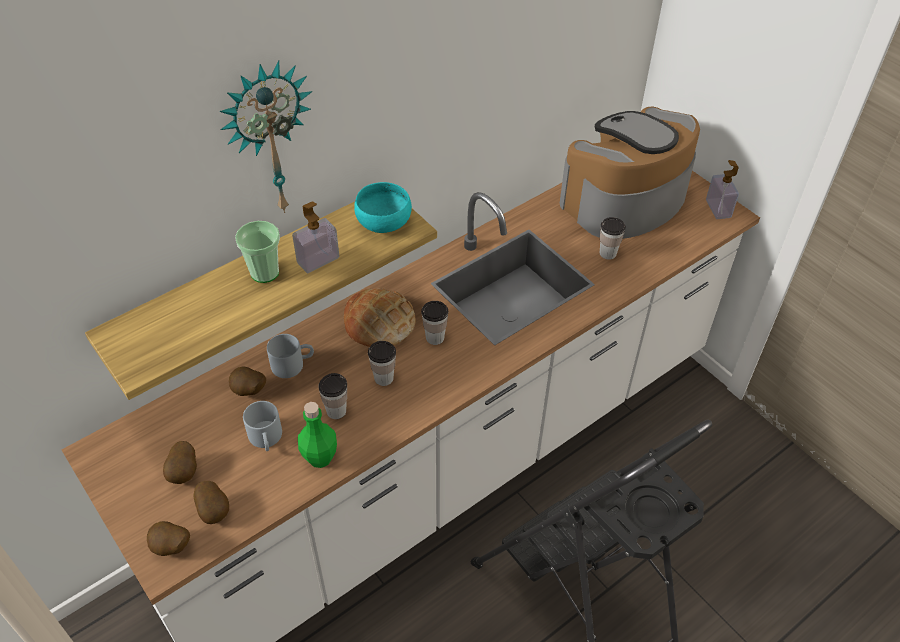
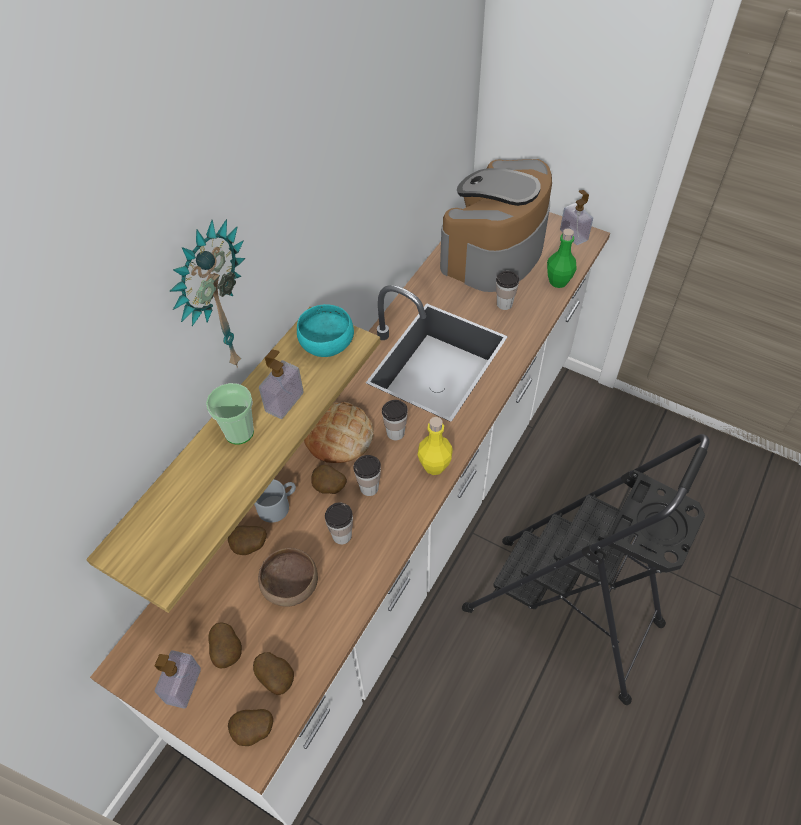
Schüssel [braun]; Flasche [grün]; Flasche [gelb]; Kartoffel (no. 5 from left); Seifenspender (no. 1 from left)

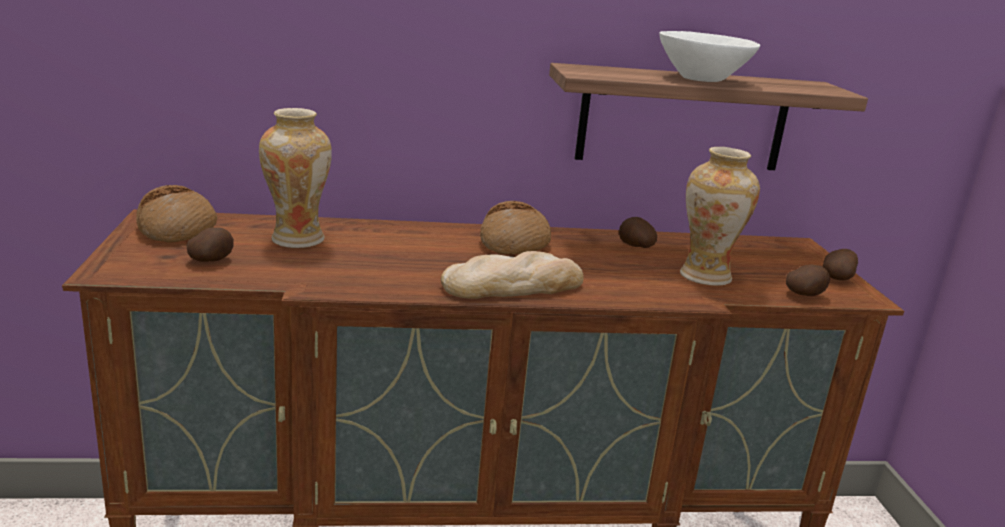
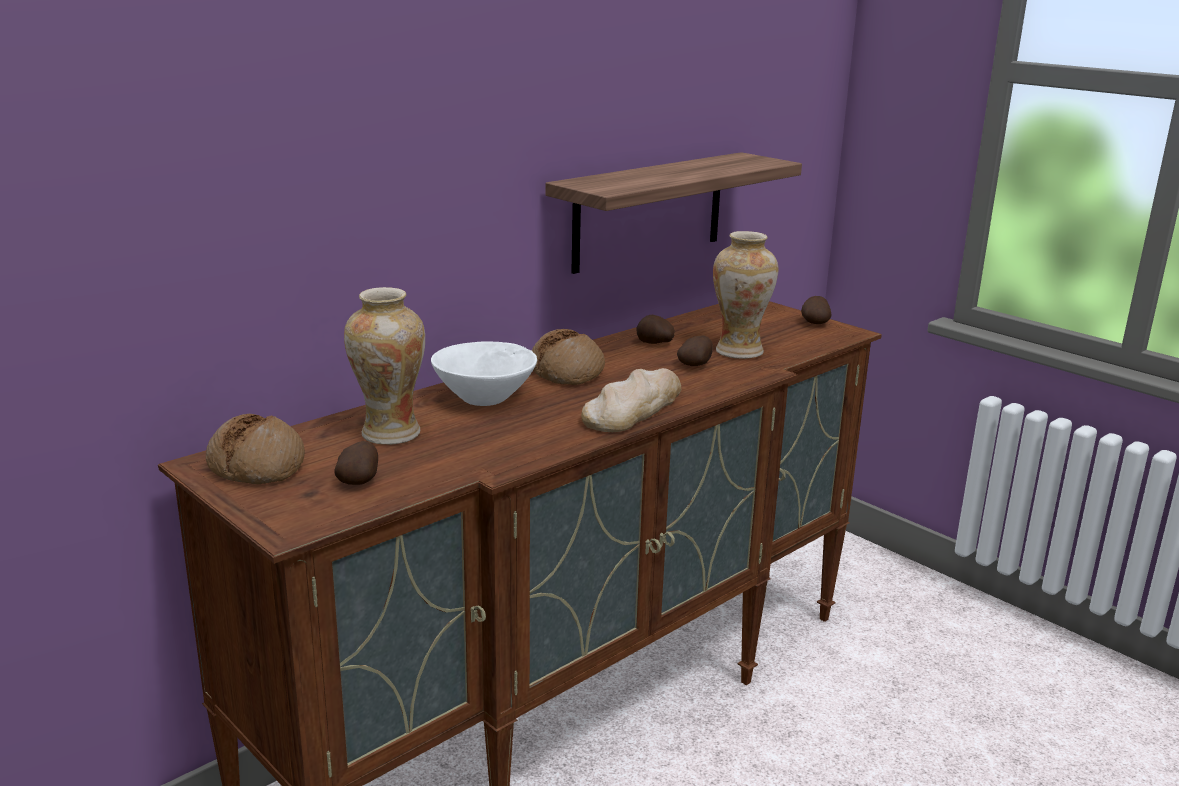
Schüssel [weiß]; Kartoffel (no. 3 from left)

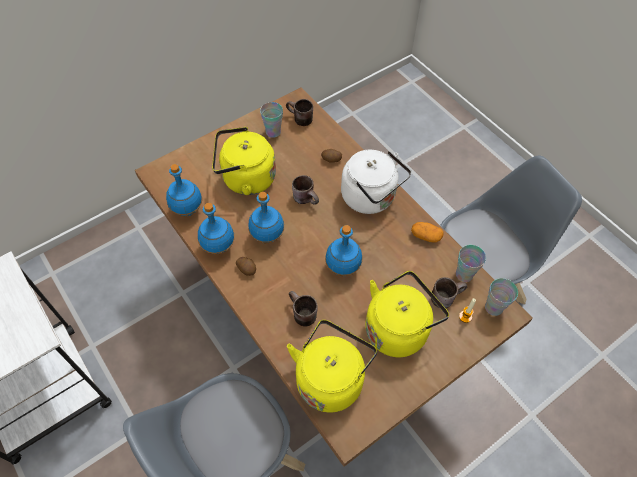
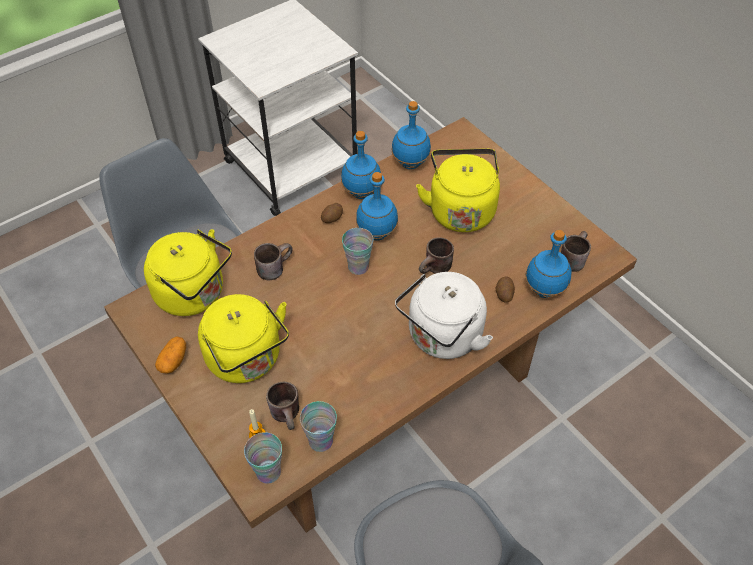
Tasse (no. 3 from left); Kartoffel (no. 1 from left); Flasche [blau] (no. 4 from left)

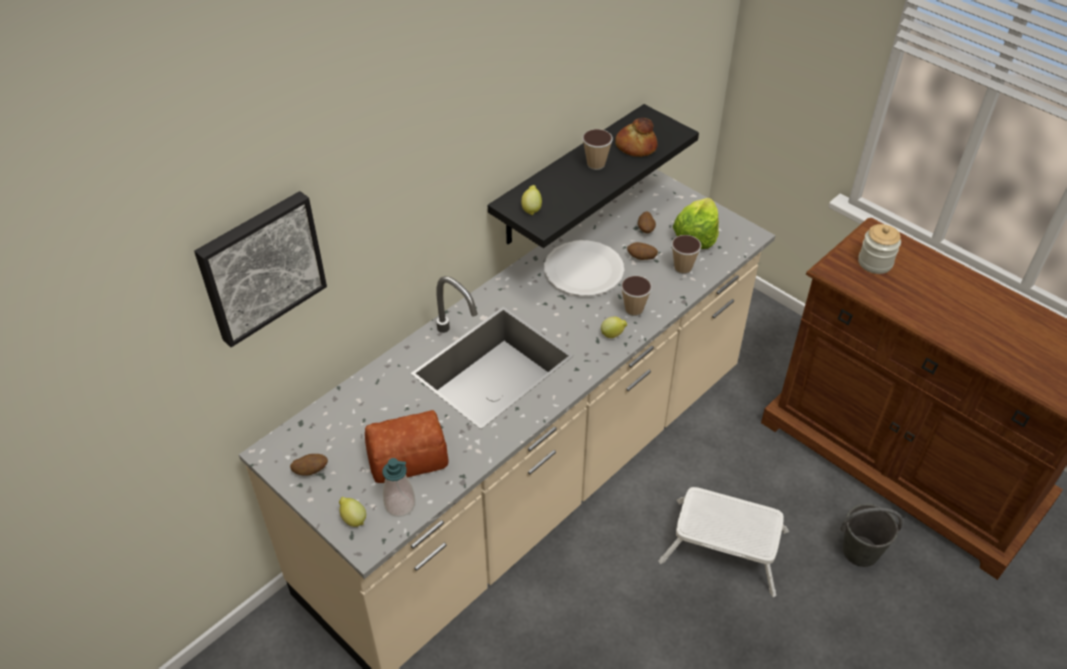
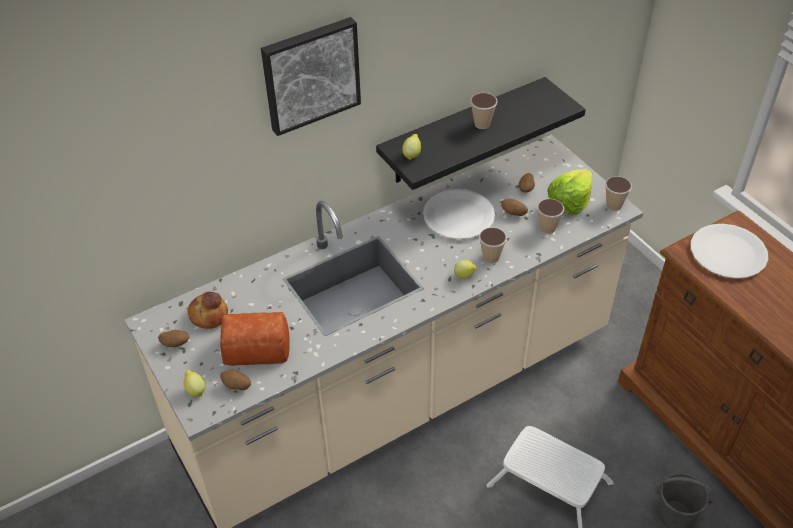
Brot (no. 1 from left); Bild; Teller [weiß] (no. 2 from left); Kartoffel (no. 2 from left); Tasse (no. 4 from left)

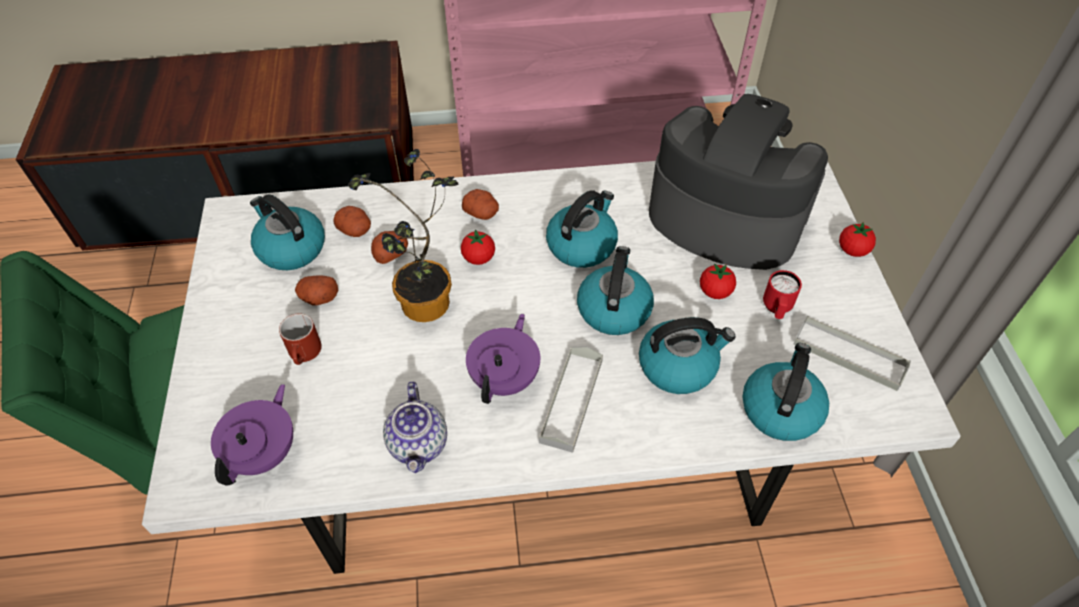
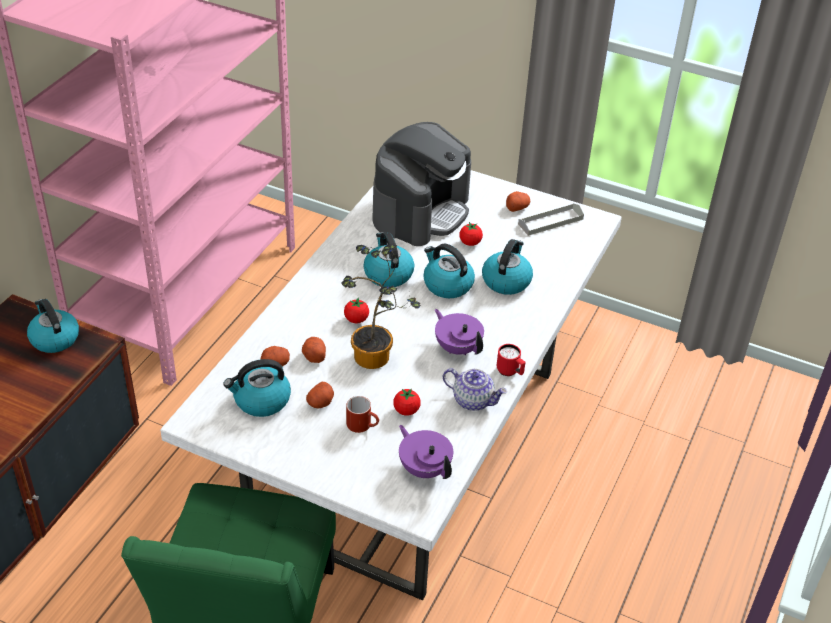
Kaffeemaschine; Kartoffel (no. 4 from left); Tomate (no. 2 from left); Henkelbecher [rot] (no. 2 from left); Wasserkessel (no. 1 from left); Tablett [grau] (no. 1 from left in the first image)

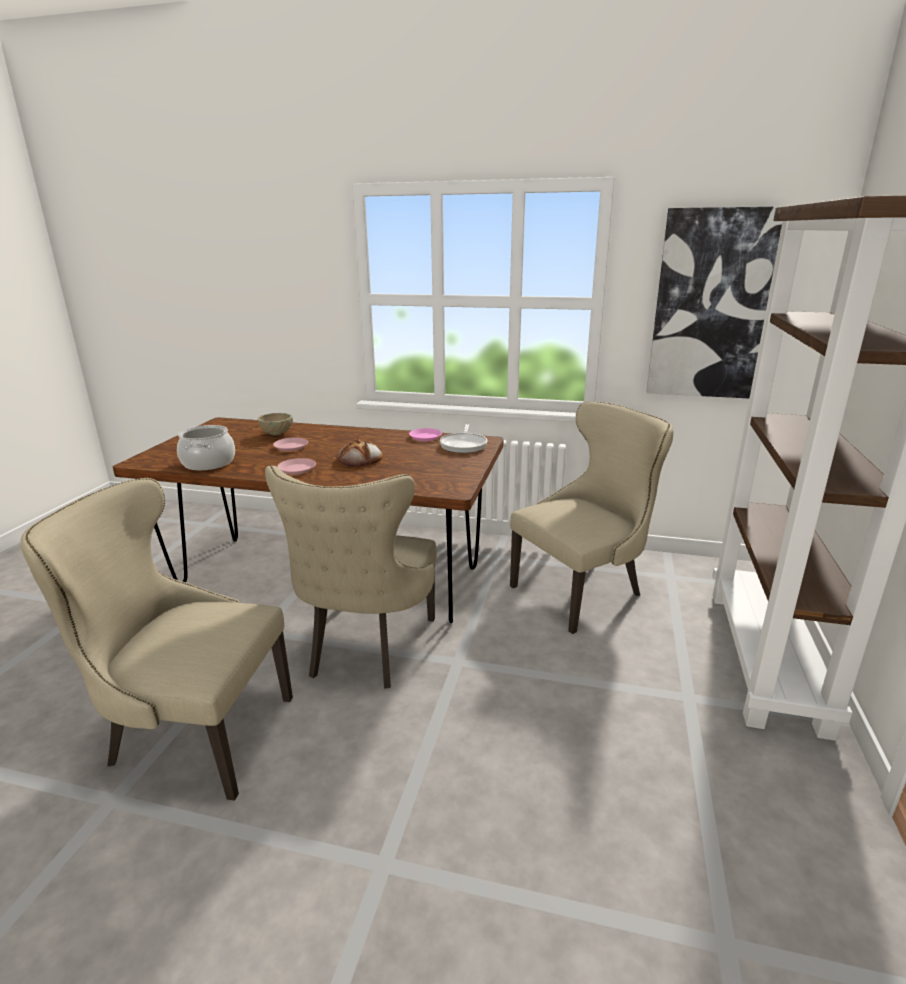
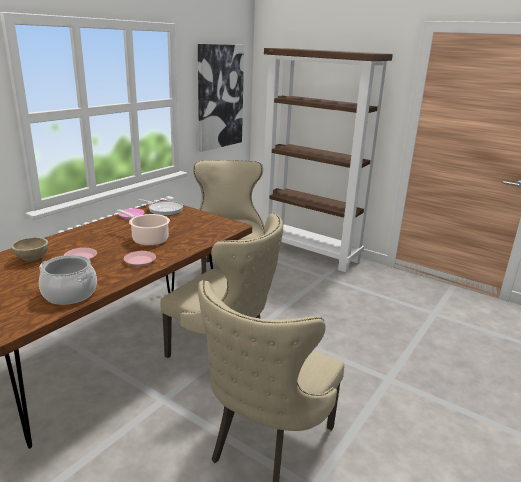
Kochtopf (no. 2 from left)

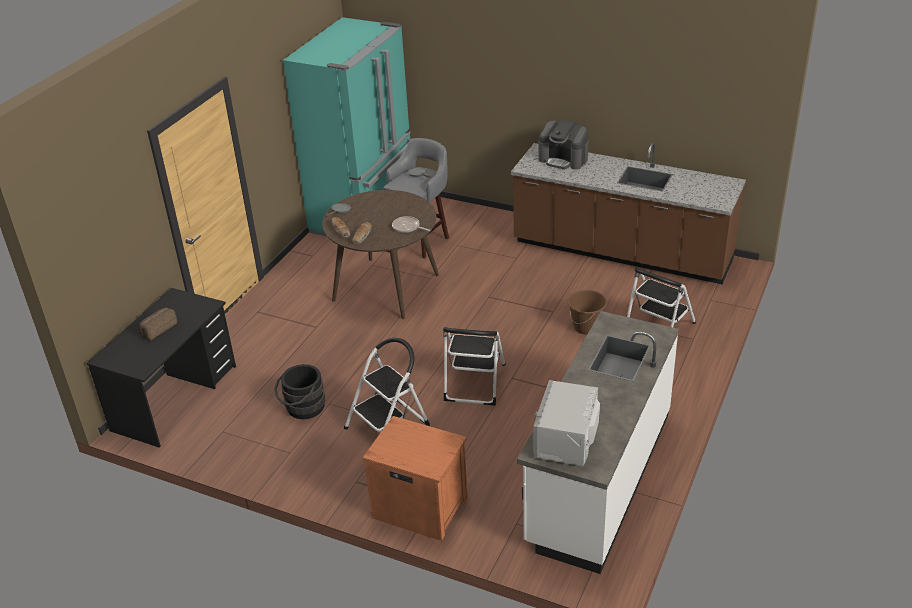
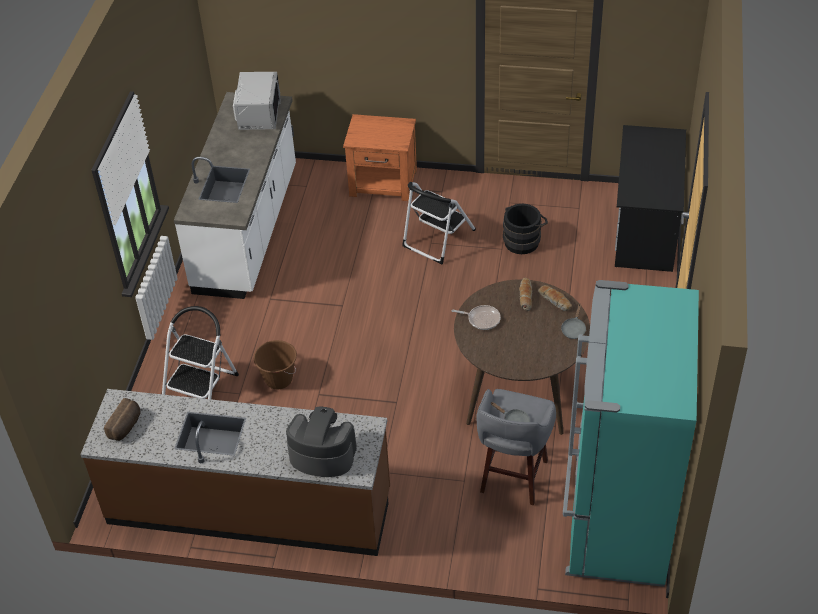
Brot (no. 1 from left); Trittleiter (no. 2 from left in the first image)

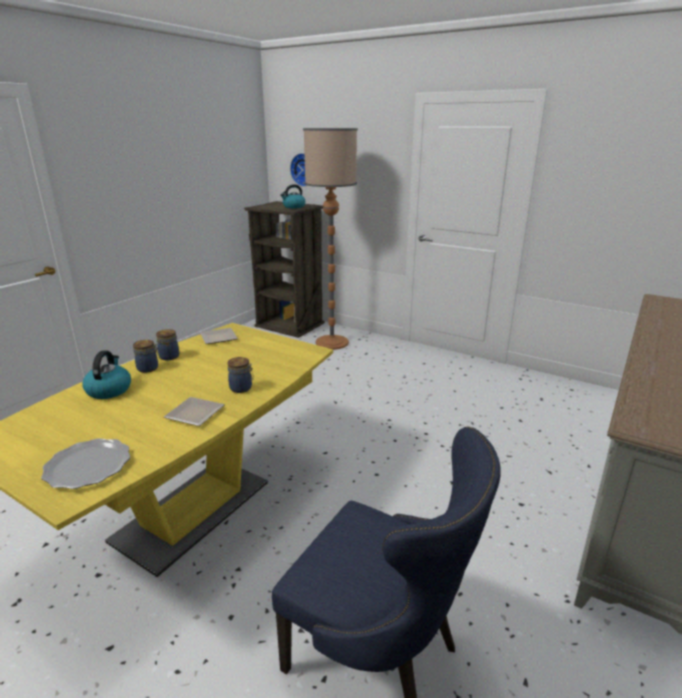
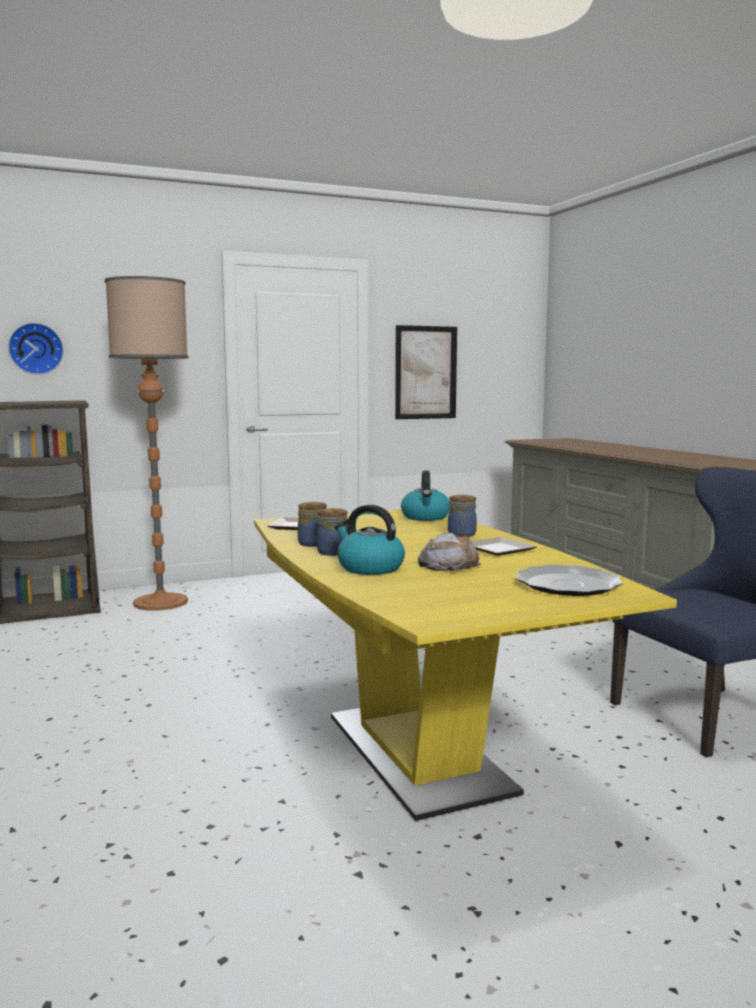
Wasserkessel (no. 2 from left); Bild; Brot

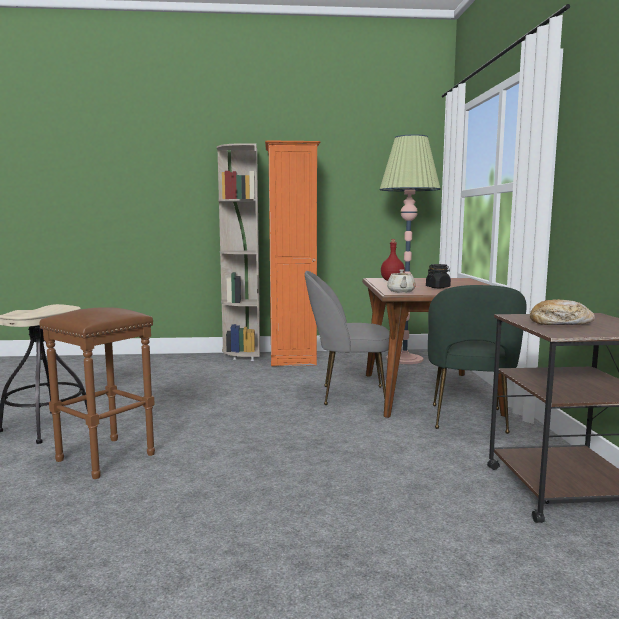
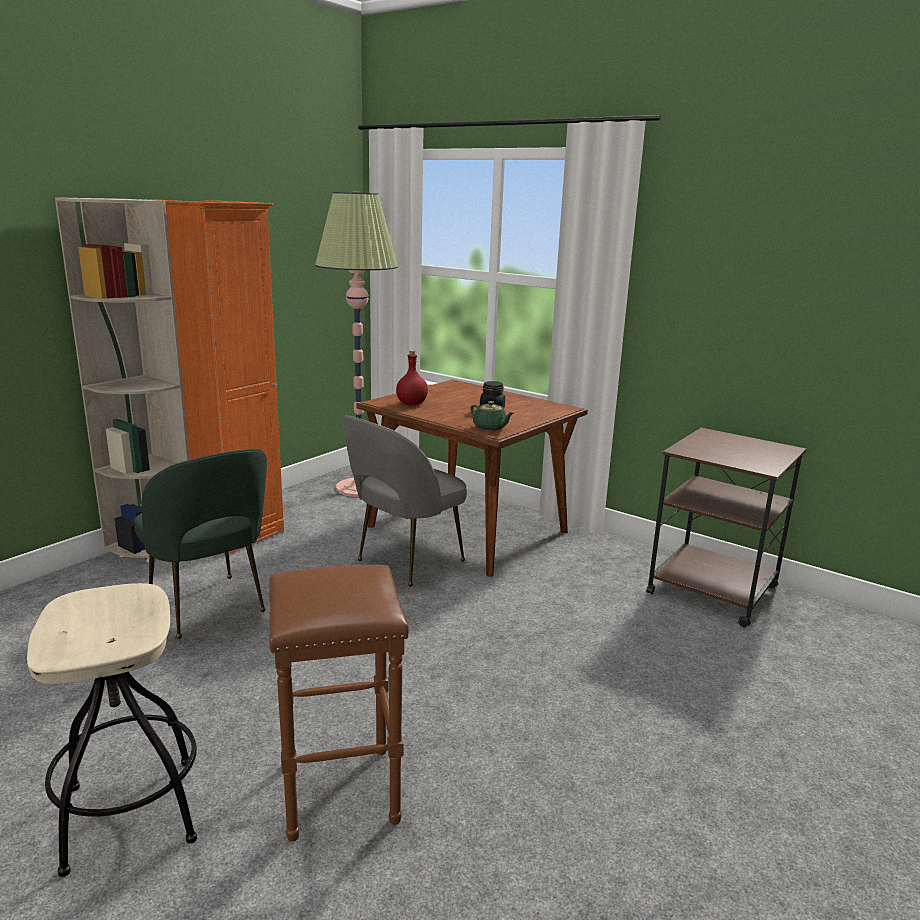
Teekanne [grün]; Stuhl [grün]; Brot

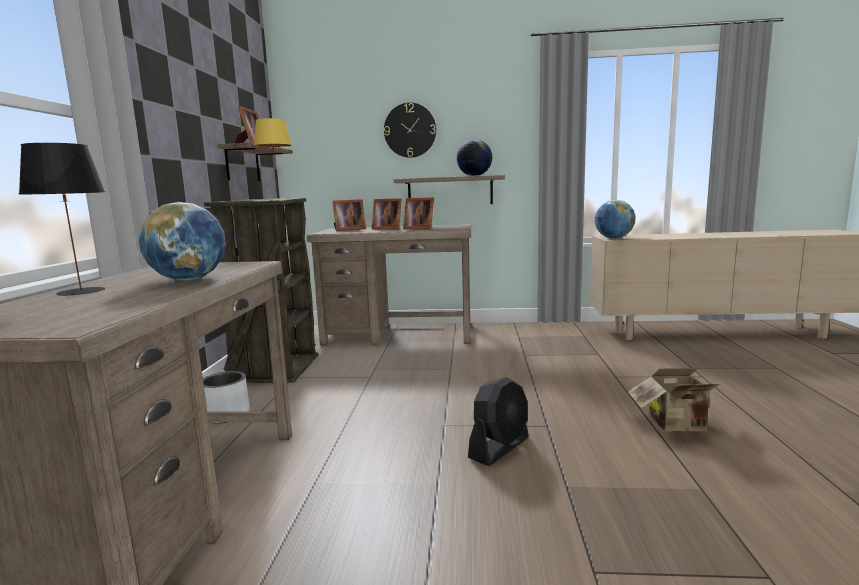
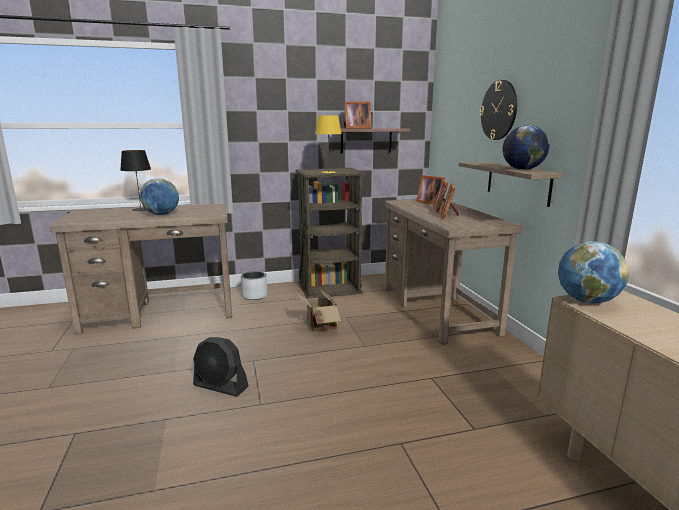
Karton

